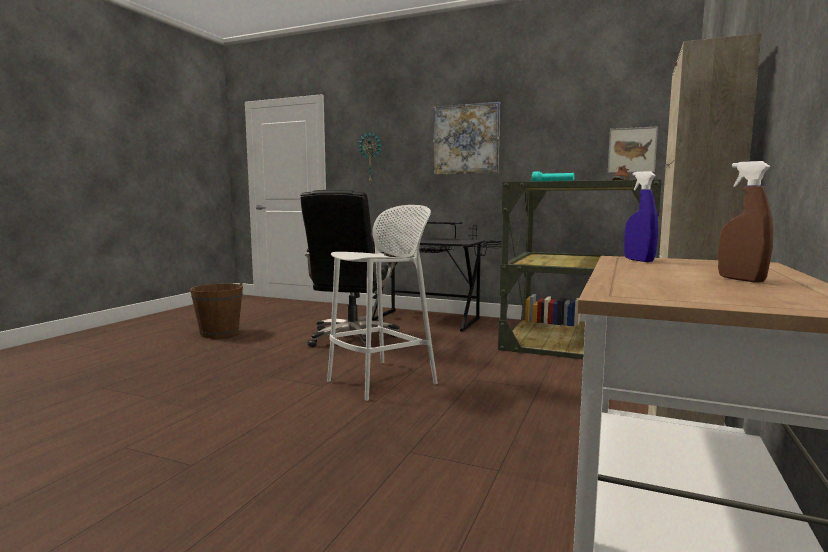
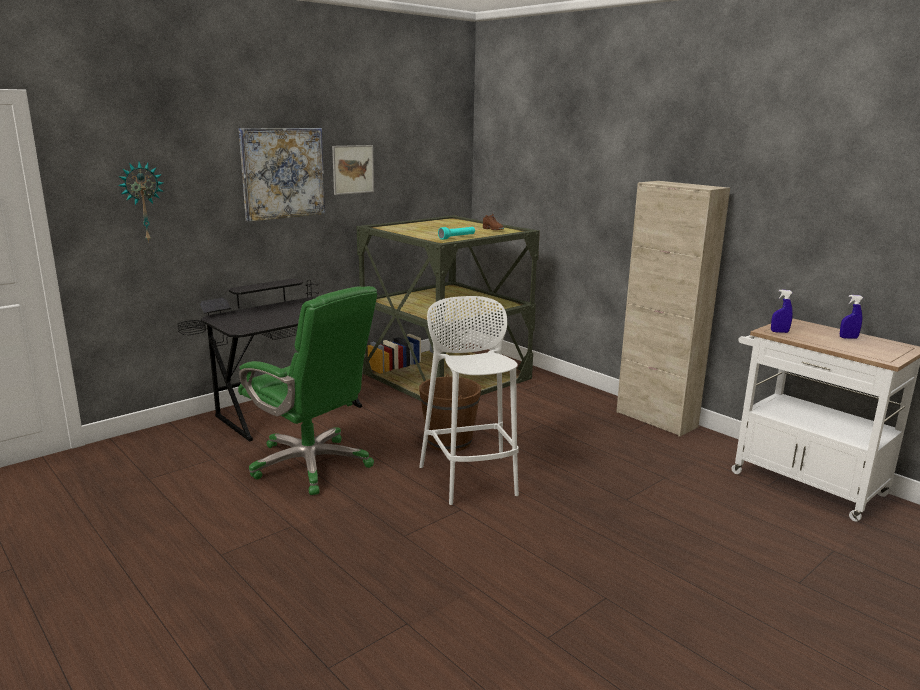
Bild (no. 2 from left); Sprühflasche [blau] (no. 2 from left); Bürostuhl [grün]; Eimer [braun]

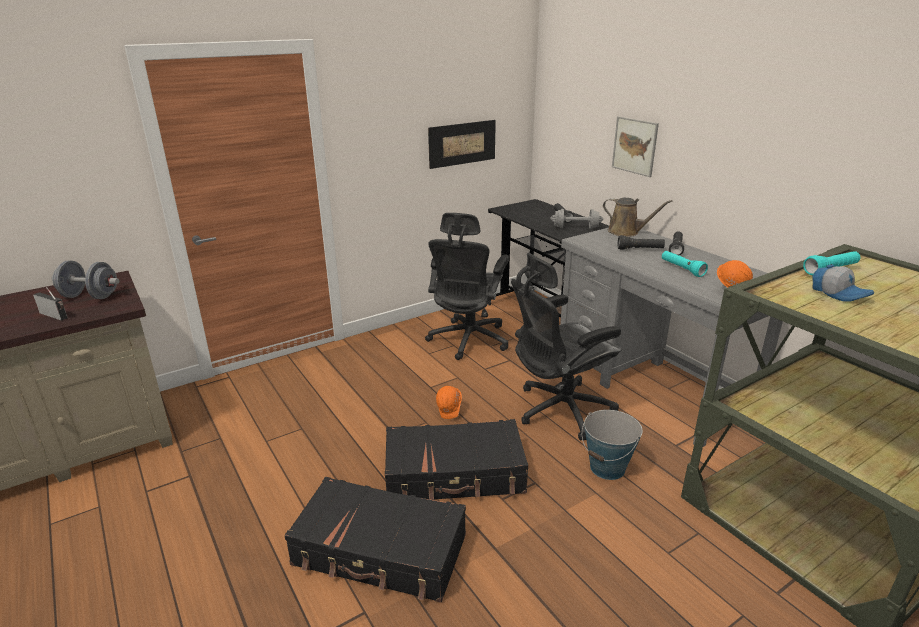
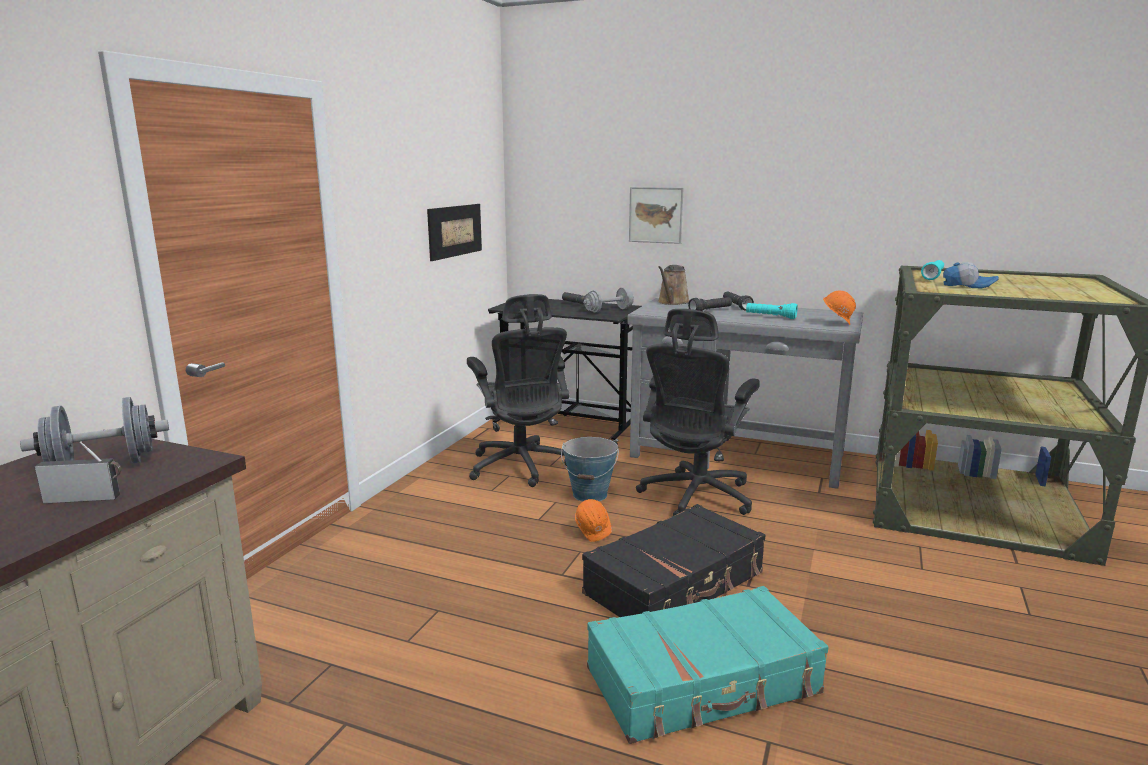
Gießkanne [braun]; Eimer; Koffer [türkis]

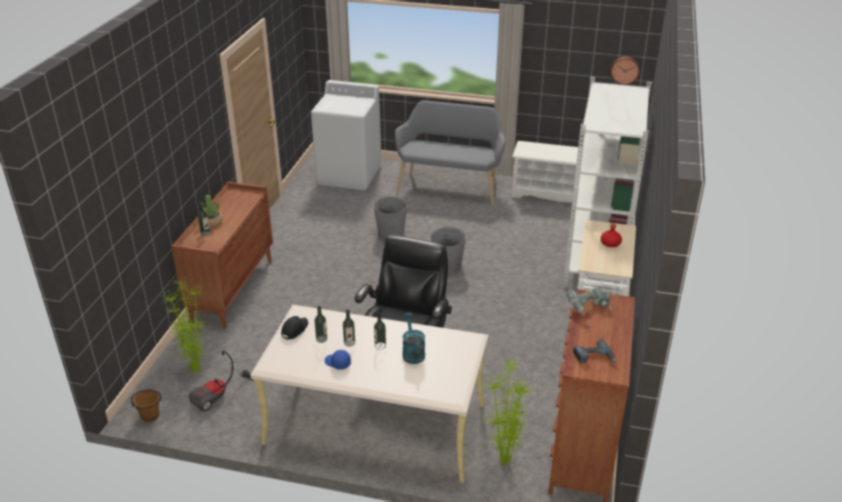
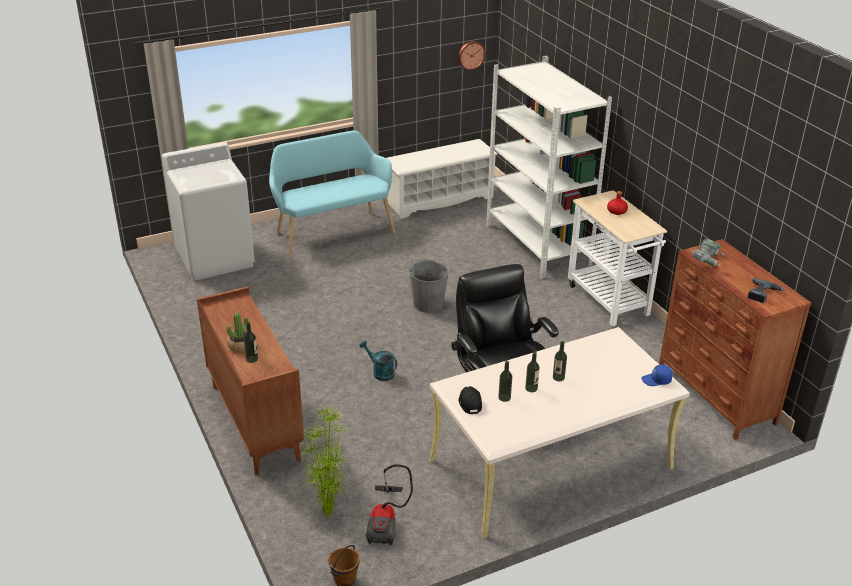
Bank [türkis]; Eimer [grau] (no. 1 from left in the first image); Gießkanne [türkis]; Kappe [blau]; Topfpflanze (no. 3 from left in the first image)

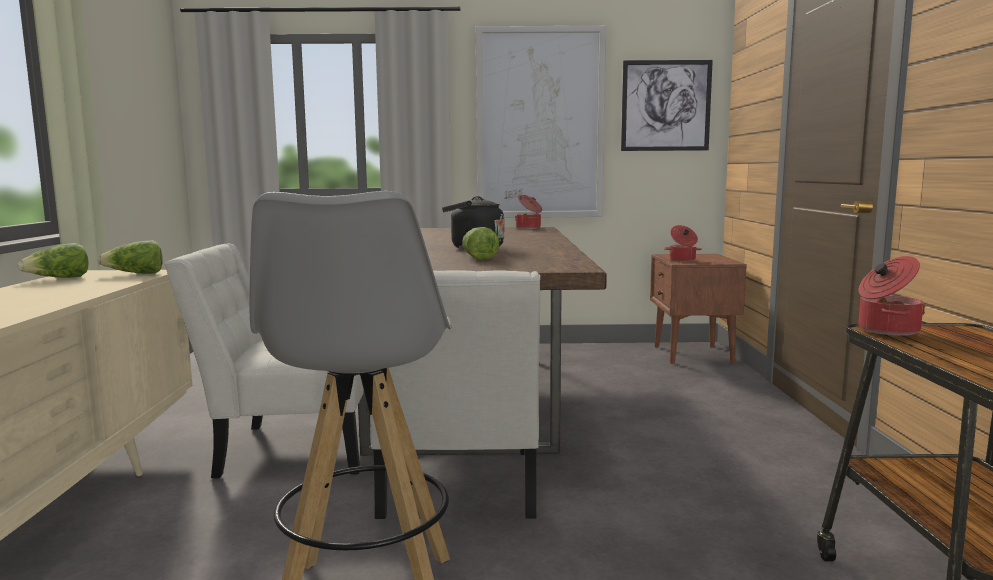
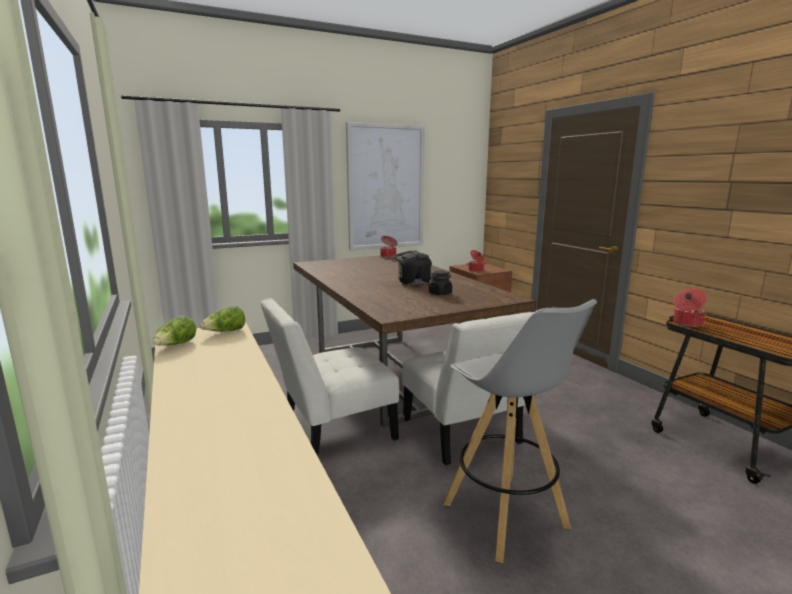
Bild (no. 2 from left in the first image); Vorratsglas [schwarz]

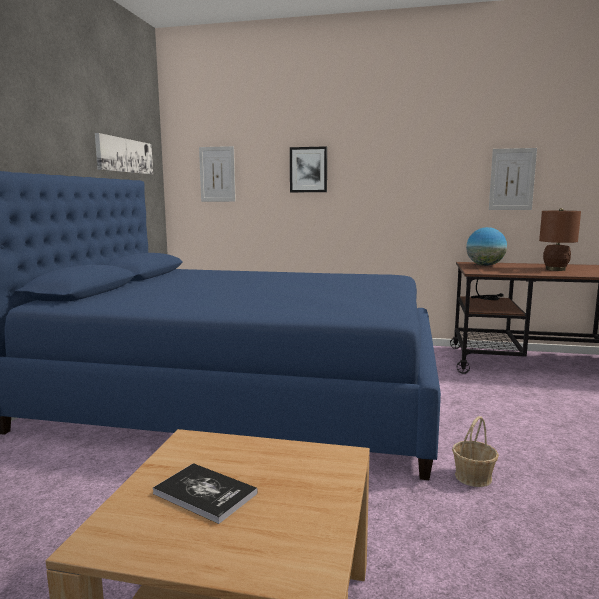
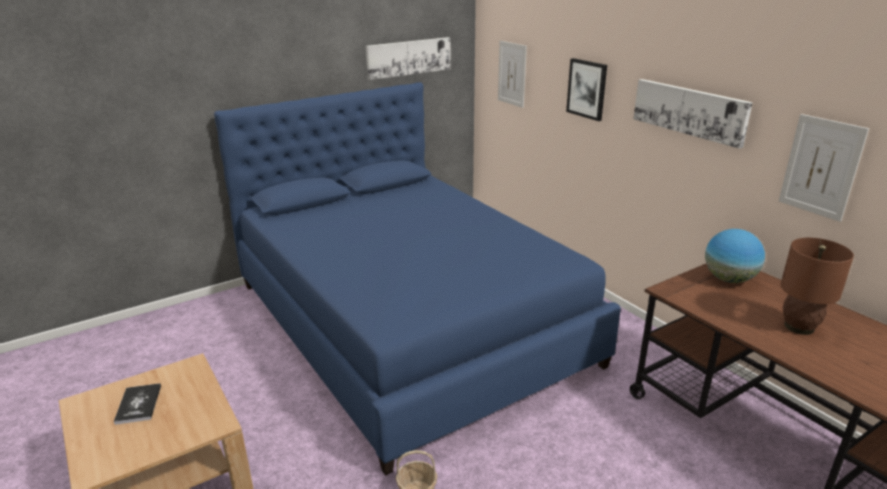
Bild (no. 4 from left)

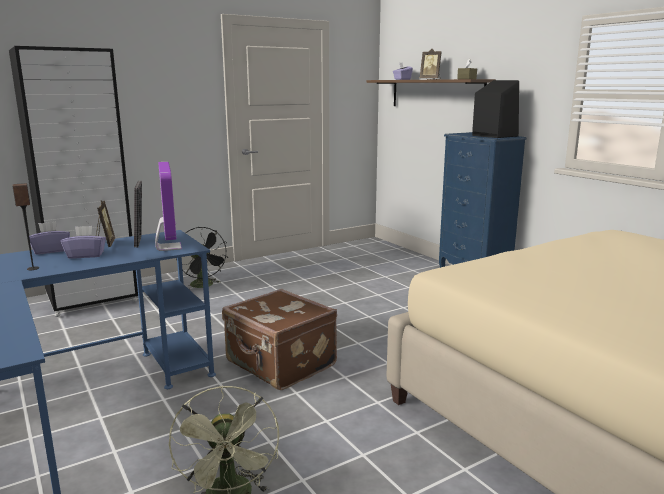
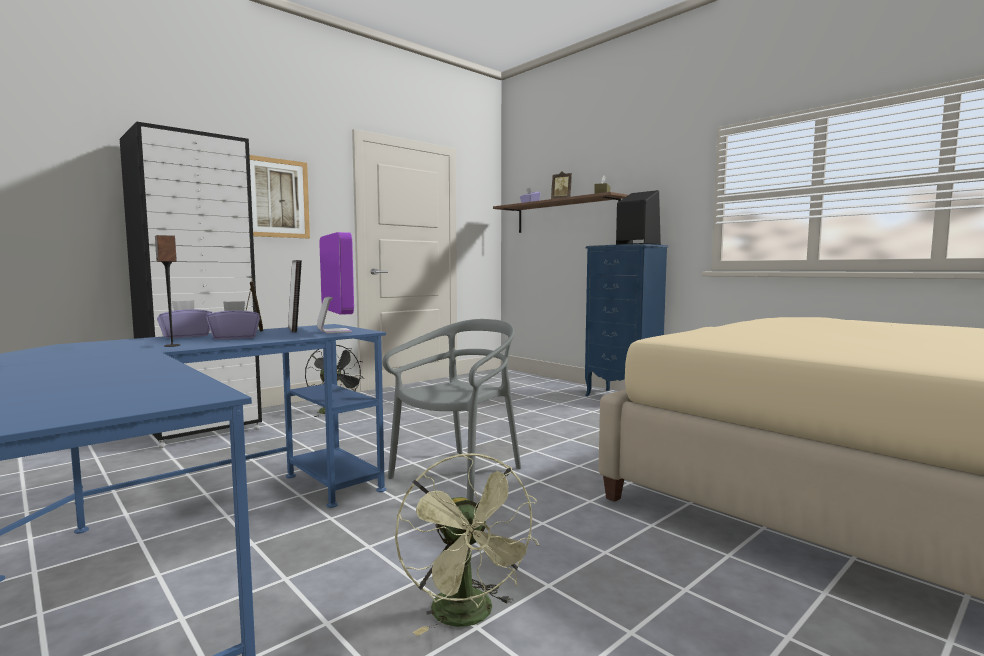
Stuhl [grau]; Bild

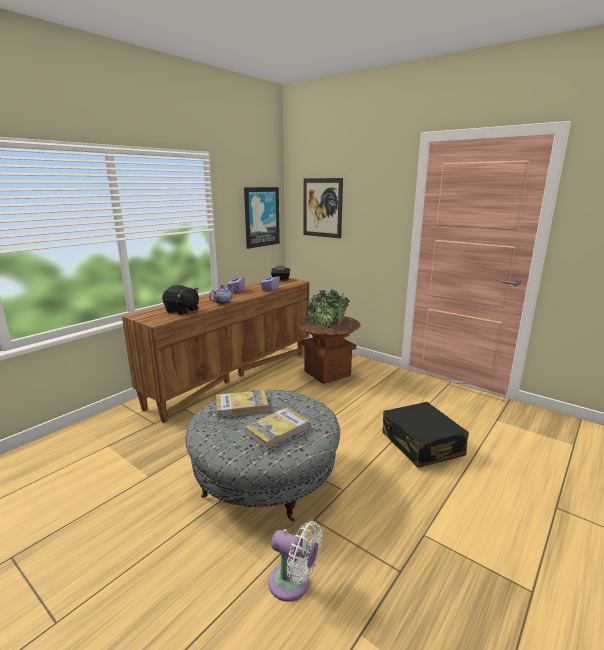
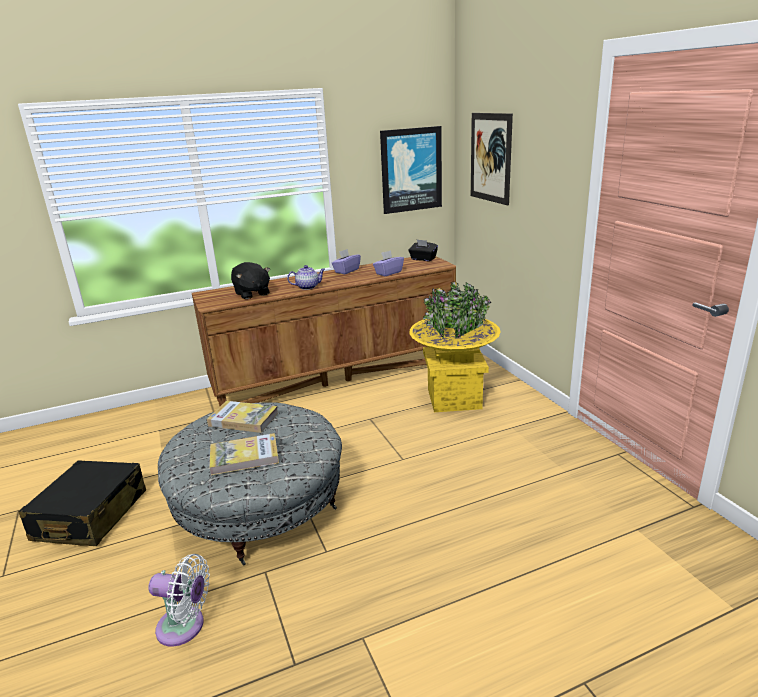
Pflanzkübel [gelb]; Koffer [schwarz]; Ventilator [weiß]

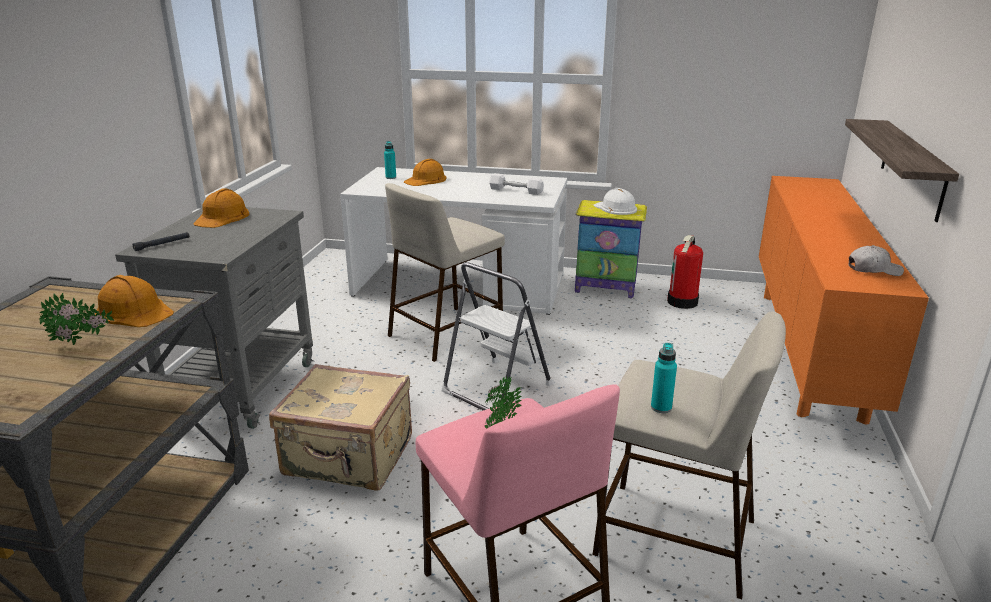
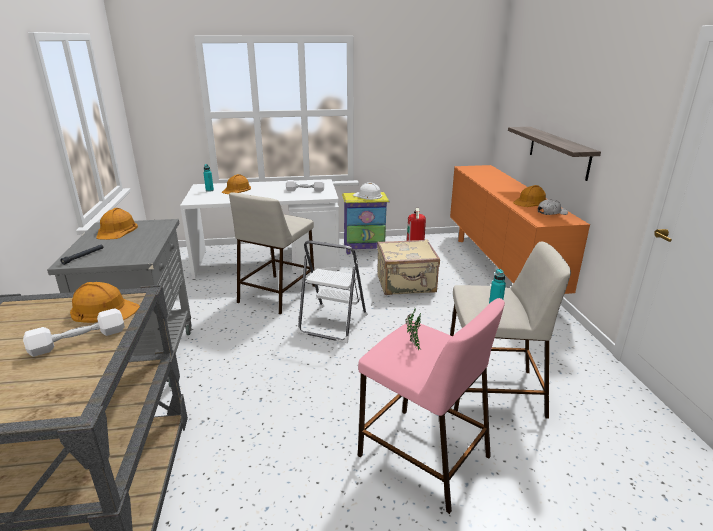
Hantel [weiß] (no. 1 from left); Koffer [beige]; Schutzhelm [orange] (no. 4 from left)

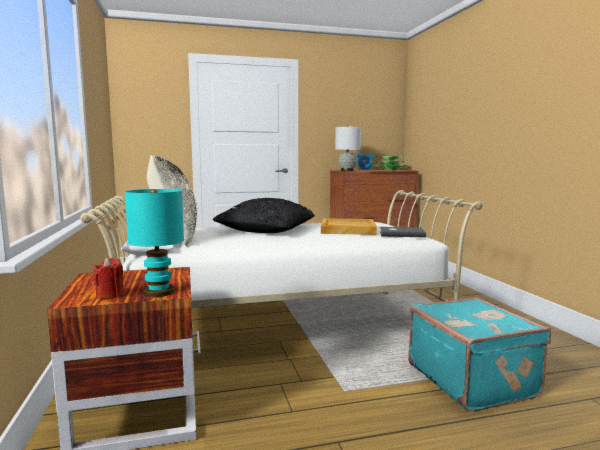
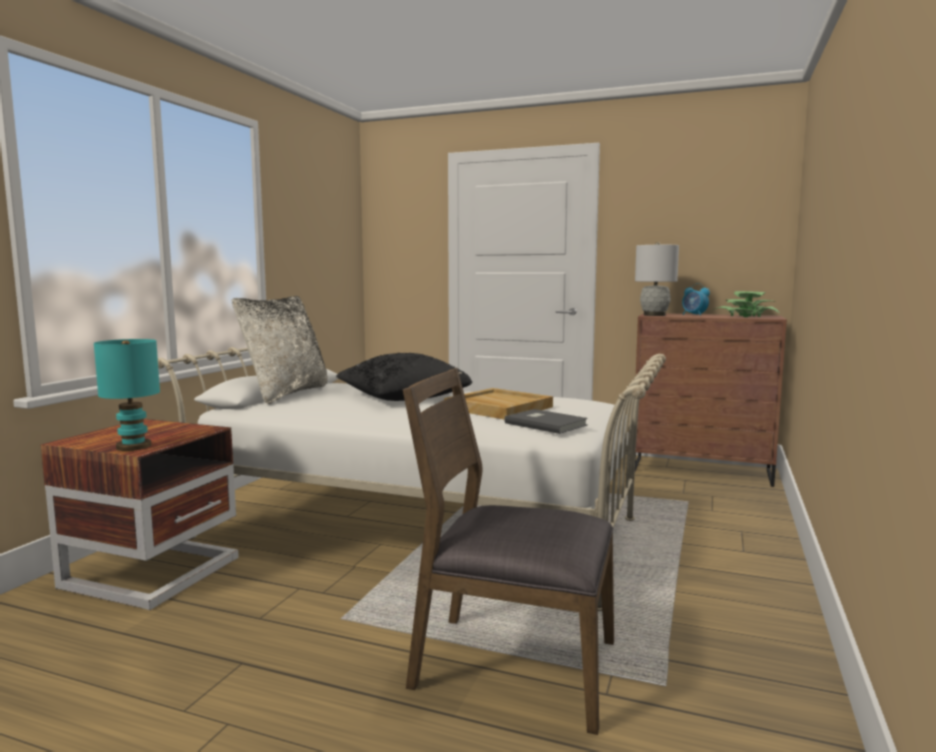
Kerze [rot]; Stuhl [braun]

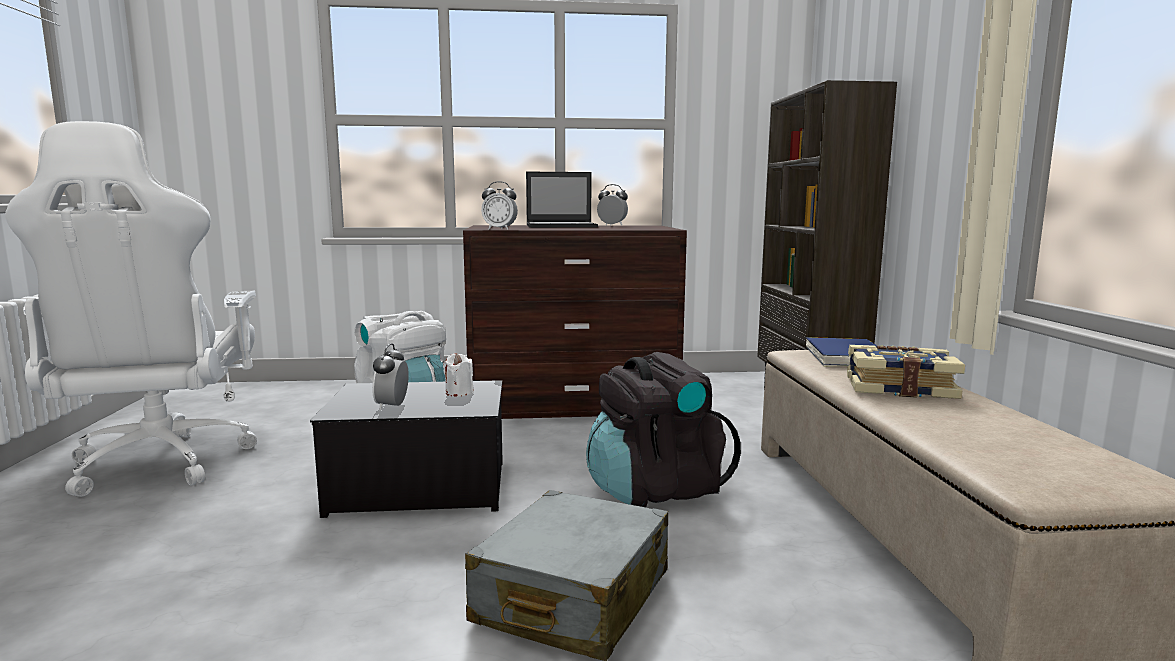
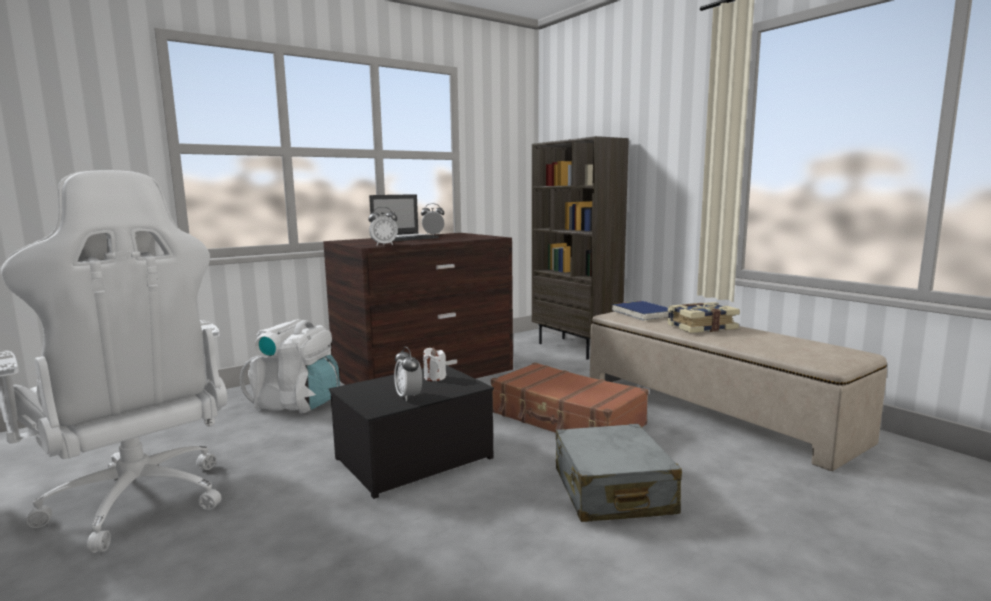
Koffer [braun]

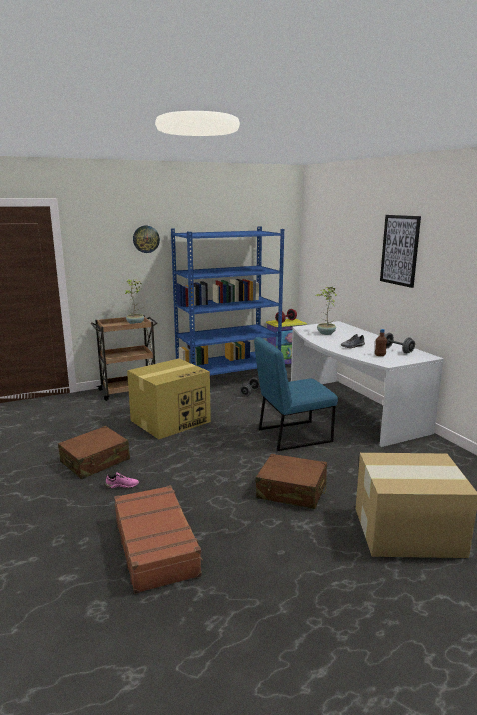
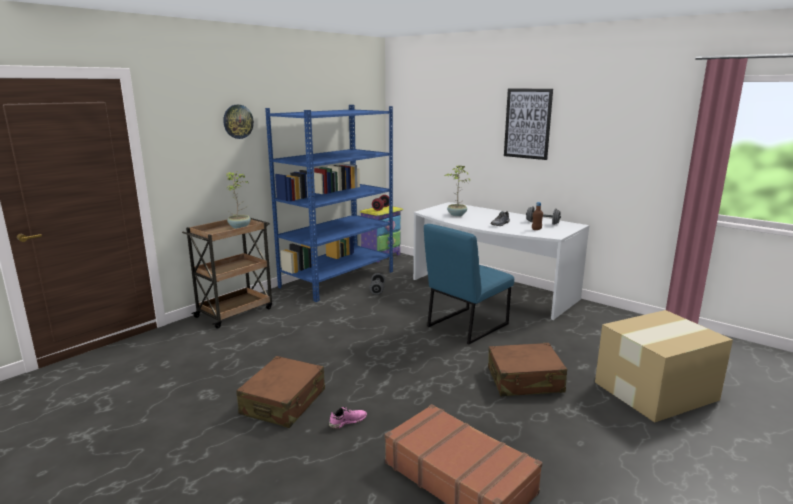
Karton (no. 1 from left in the first image)

